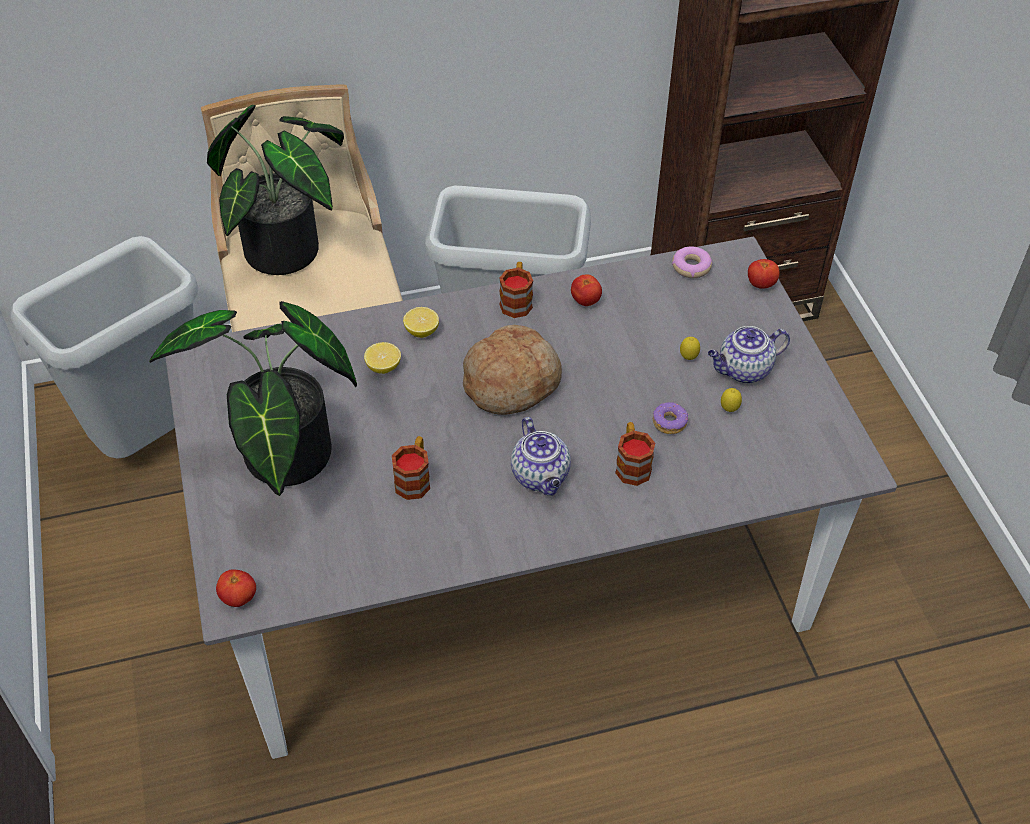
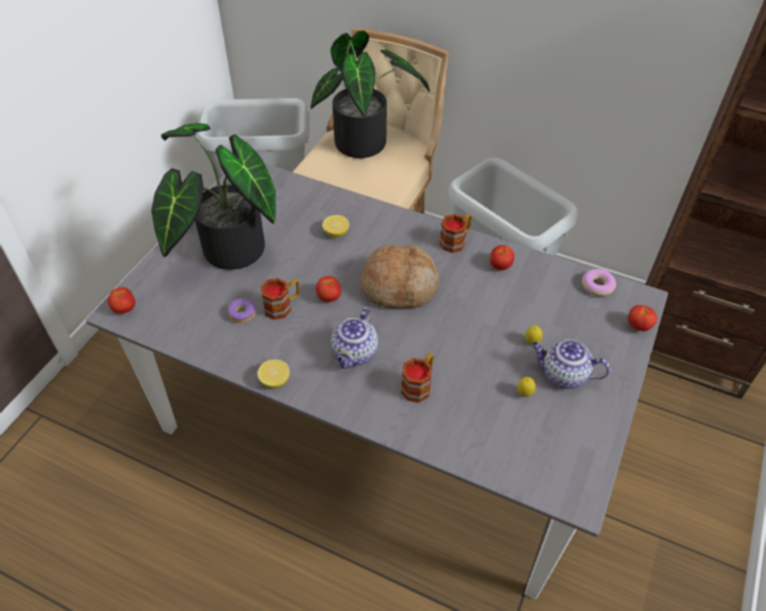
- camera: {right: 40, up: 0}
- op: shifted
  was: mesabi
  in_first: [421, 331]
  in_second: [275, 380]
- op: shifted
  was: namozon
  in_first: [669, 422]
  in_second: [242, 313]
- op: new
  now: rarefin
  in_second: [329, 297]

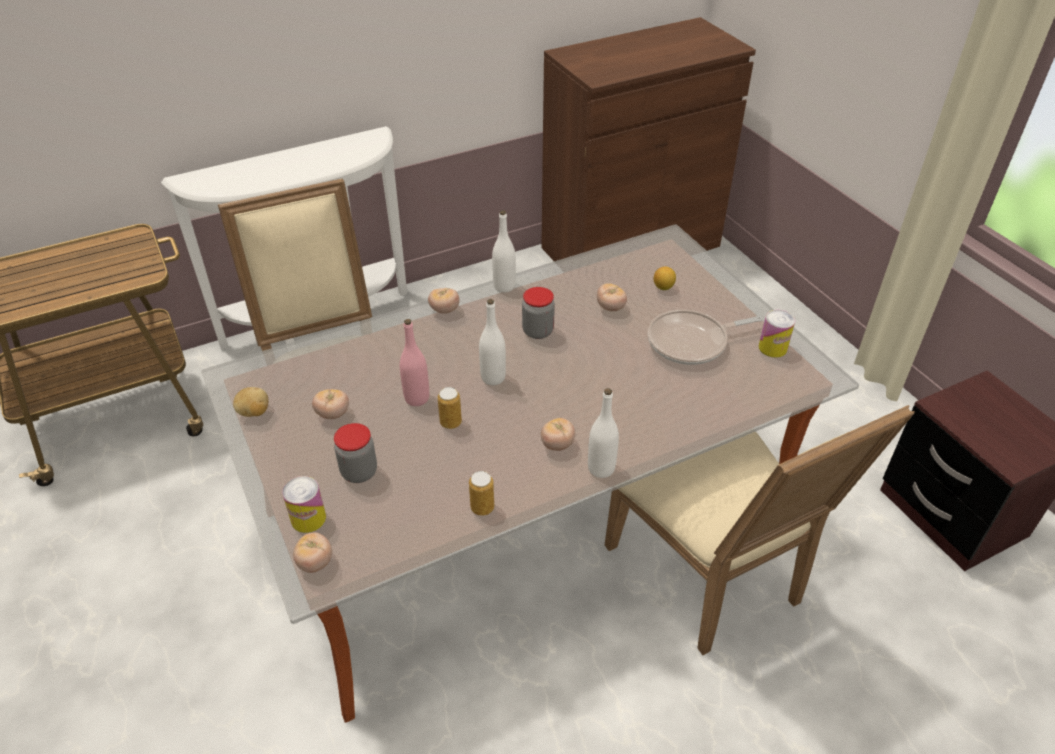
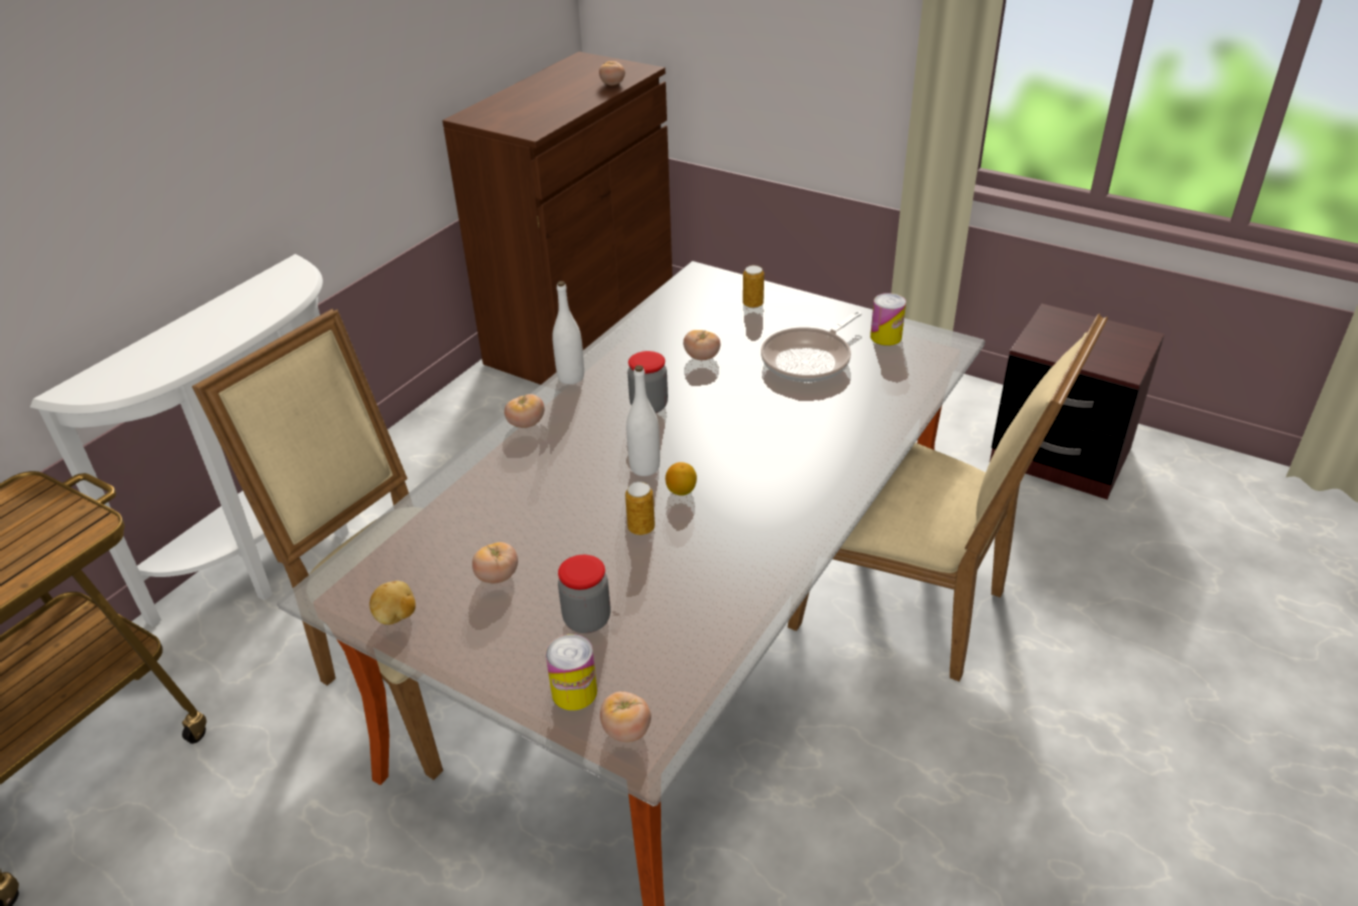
- camera: {right: -30, up: -5}
- op: gone
  was: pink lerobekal
  in_first: [417, 398]
- op: shifted
  was: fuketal
  in_first: [482, 507]
  in_second: [753, 304]
- op: shifted
  was: rarefin
  in_first: [557, 444]
  in_second: [612, 84]
- op: gone
  was: white lerobekal
  in_first: [601, 468]
- op: shifted
  was: mesabi
  in_first: [663, 287]
  in_second: [681, 491]

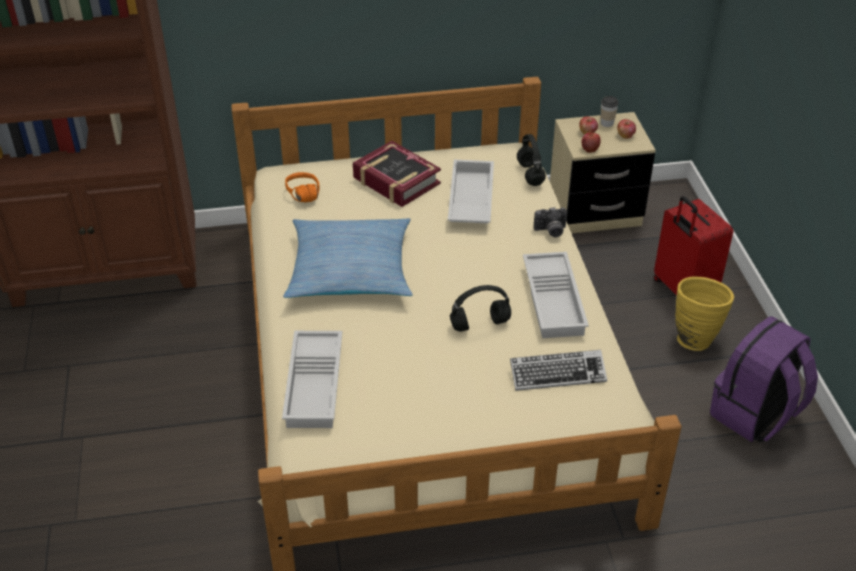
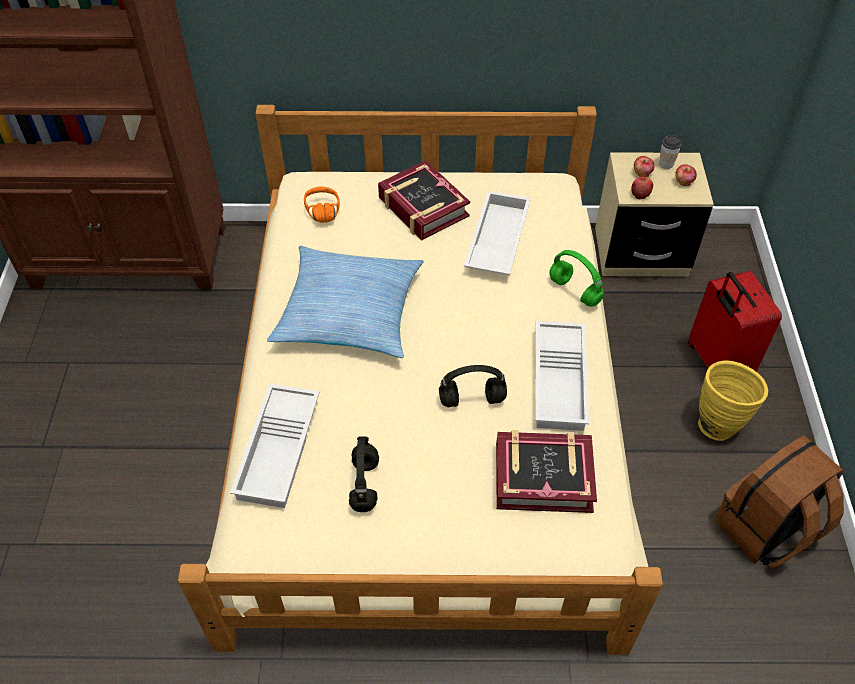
- camera: {right: 10, up: 10}
- op: swapped
  was: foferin
  now: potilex
  in_first: [557, 374]
  in_second: [543, 477]
- op: shifted
  was: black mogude
  in_first: [531, 175]
  in_second: [365, 485]
- op: swapped
  was: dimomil
  now: green mogude
  in_first: [551, 231]
  in_second: [575, 291]
- op: repainted
  was: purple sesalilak
  now: brown sesalilak
  in_first: [755, 415]
  in_second: [766, 529]

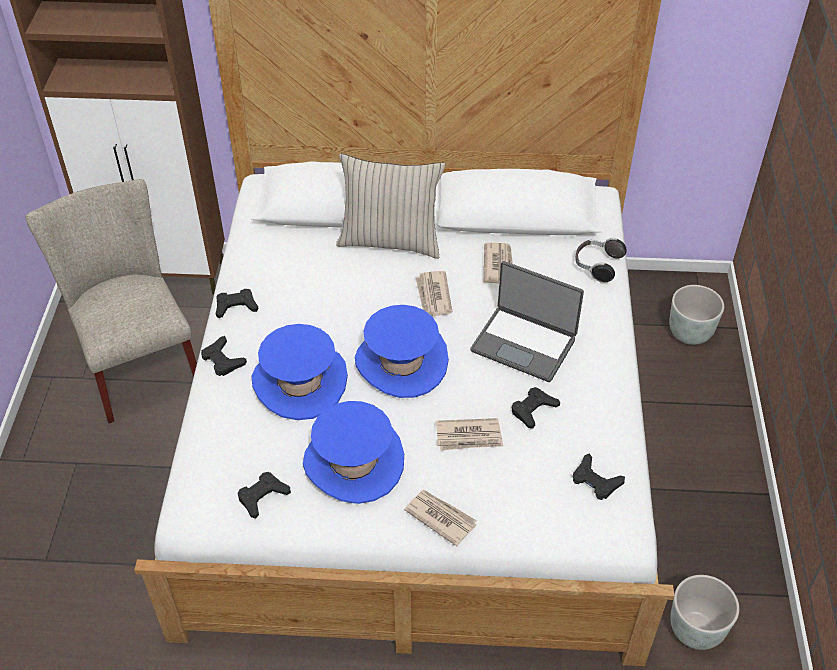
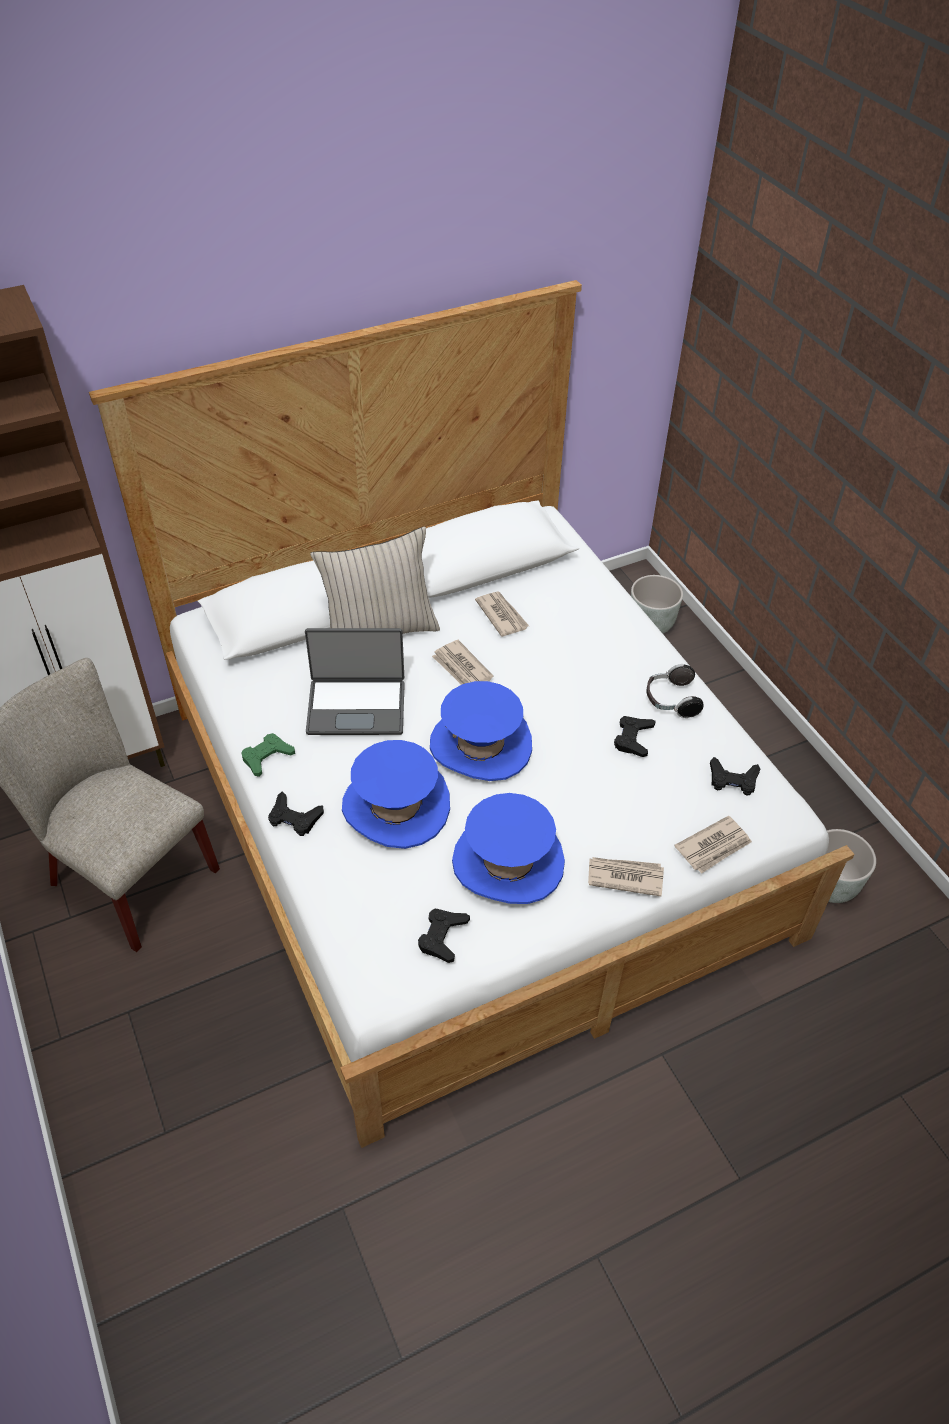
- camera: {right: -30, up: 0}
- op: repainted
  was: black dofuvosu
  now: green dofuvosu
  in_first: [236, 306]
  in_second: [267, 757]
- op: shifted
  was: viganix
  in_first: [469, 436]
  in_second: [714, 846]
- op: shifted
  was: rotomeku
  in_first: [524, 344]
  in_second: [356, 706]
- op: shifted
  was: mogude
  in_first: [597, 266]
  in_second: [671, 701]

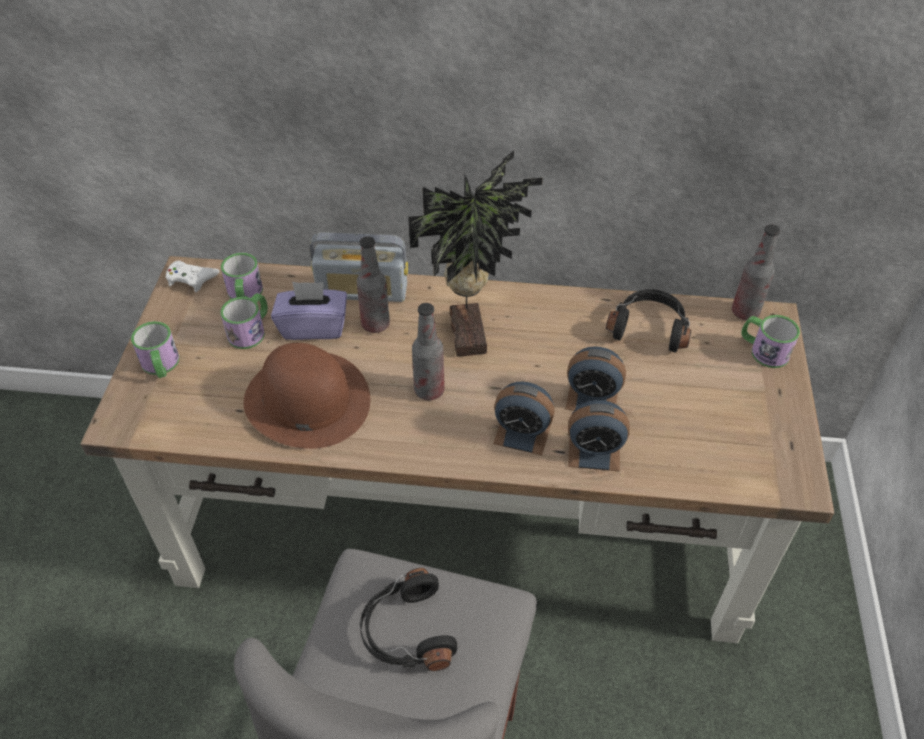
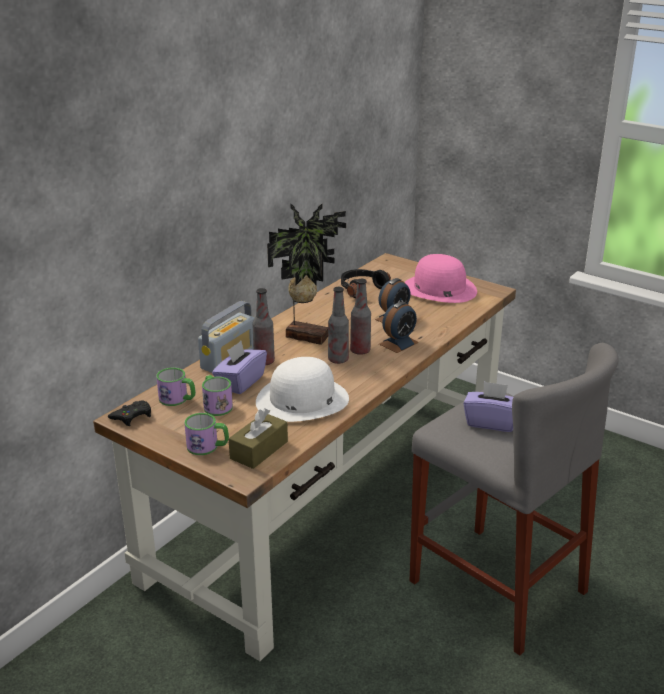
- camera: {right: -60, up: -20}
- op: repainted
  was: white dofuvosu
  now: black dofuvosu
  in_first: [191, 279]
  in_second: [132, 416]
- op: repainted
  was: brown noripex
  now: white noripex
  in_first: [306, 400]
  in_second: [302, 400]
- op: swapped
  was: black mogude
  now: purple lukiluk
  in_first: [406, 632]
  in_second: [491, 422]
- op: gone
  was: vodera
  in_first: [594, 452]
- op: shifted
  was: lerobekal
  in_first: [745, 312]
  in_second: [360, 351]
- op: gone
  was: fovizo
  in_first: [763, 350]
- op: new
  now: brown lukiluk
  in_second: [259, 450]
- op: new
  now: pink noripex
  in_second: [439, 289]

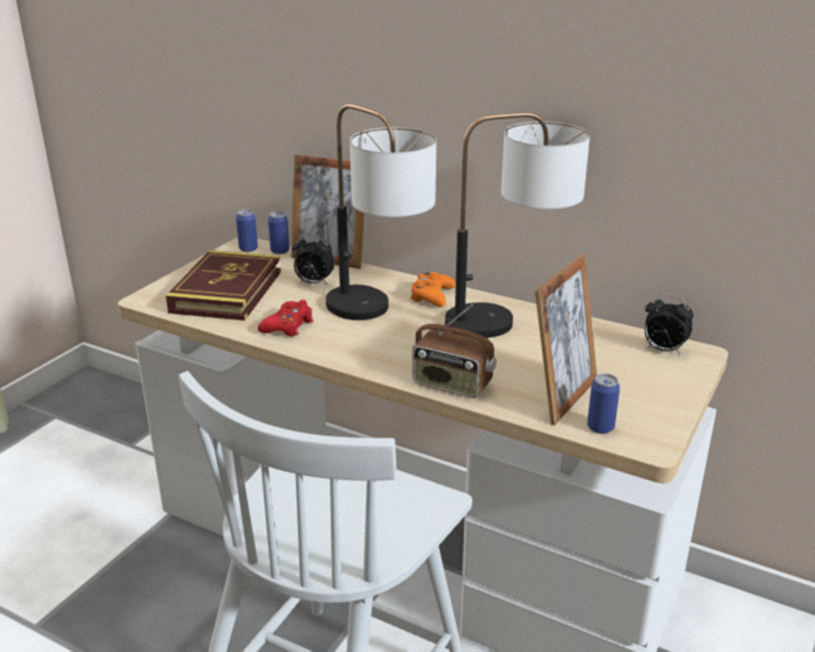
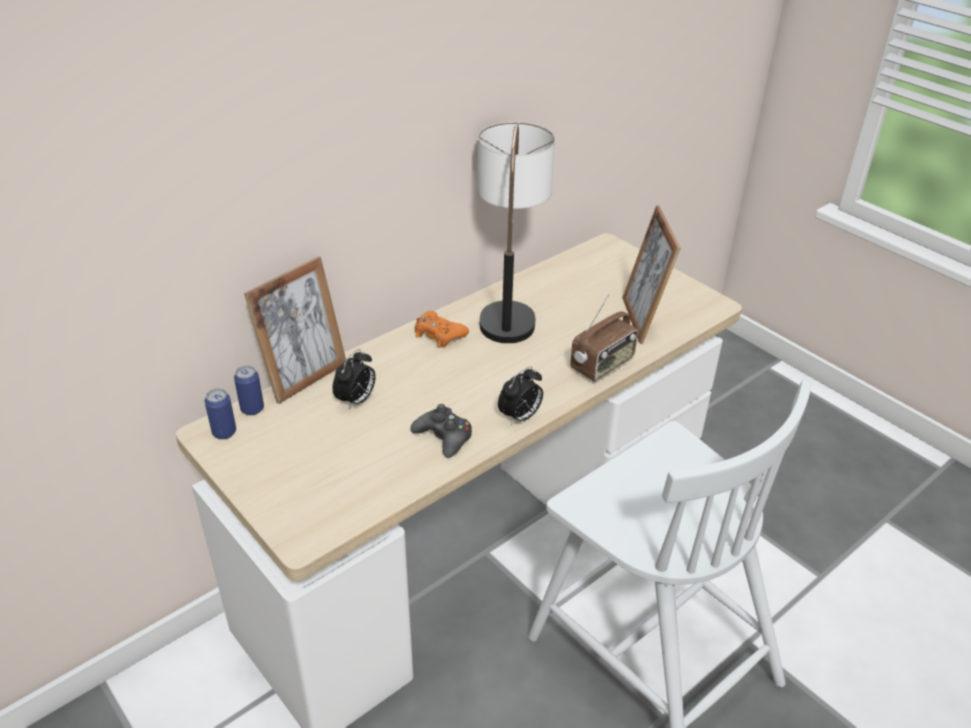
- camera: {right: -70, up: 10}
- op: gone
  was: potilex
  in_first: [227, 291]
- op: repainted
  was: red dofuvosu
  now: black dofuvosu
  in_first: [288, 326]
  in_second: [444, 437]
- op: gone
  was: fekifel
  in_first: [378, 317]
- op: rotated
  was: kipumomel
  in_first: [562, 397]
  in_second: [642, 319]
  clockwise: -150
- op: gone
  was: fuketal
  in_first: [600, 427]
- op: shifted
  was: vodera
  in_first: [663, 350]
  in_second: [520, 417]

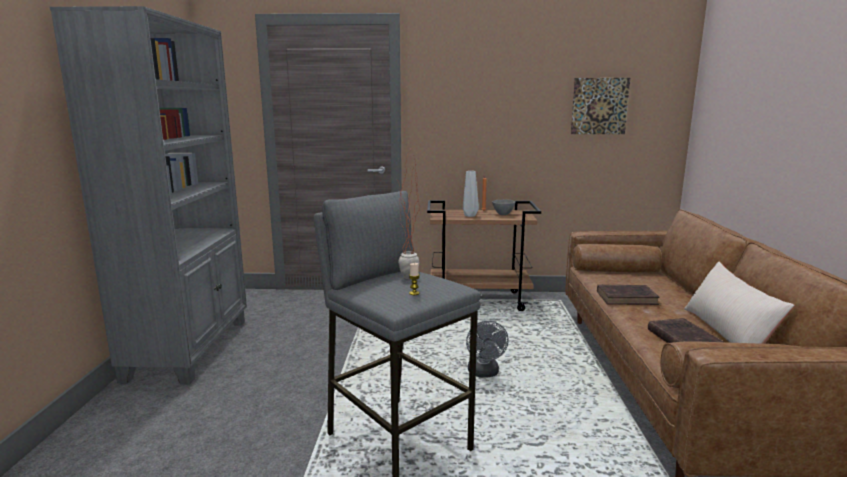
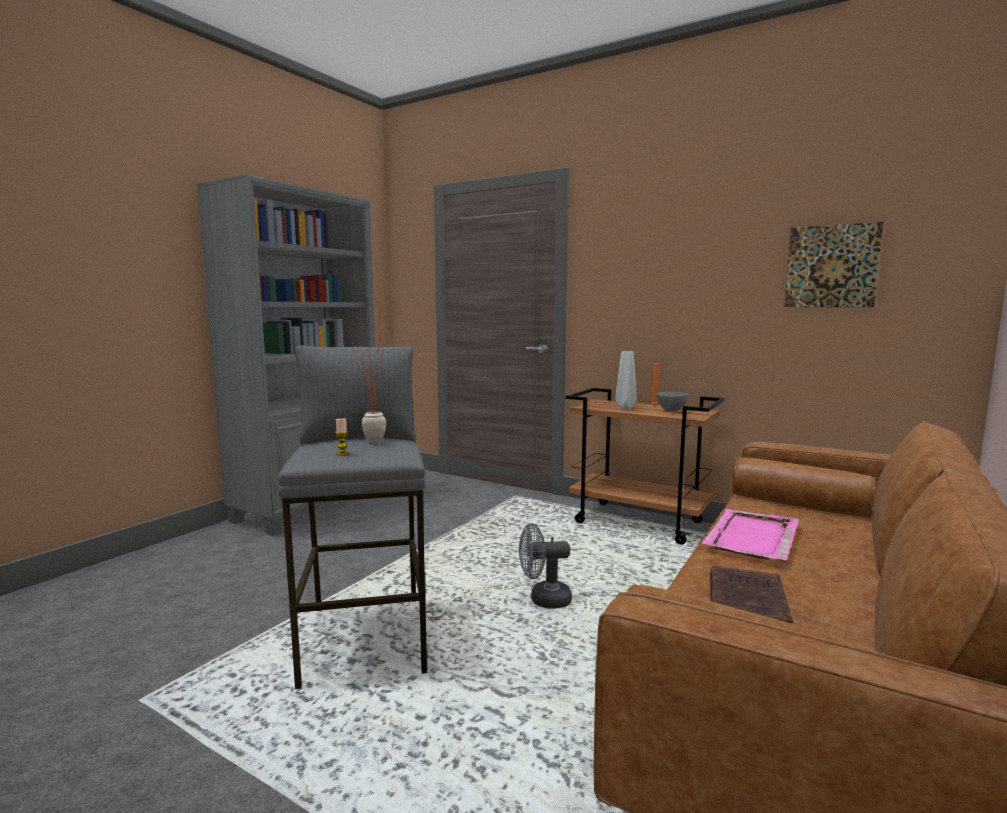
- camera: {right: 30, up: -5}
- op: rotated
  was: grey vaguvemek
  in_first: [484, 373]
  in_second: [543, 600]
  clockwise: 60
- op: swapped
  was: brown potilex
  now: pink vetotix
  in_first: [628, 298]
  in_second: [751, 538]
- op: gone
  was: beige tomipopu
  in_first: [727, 333]

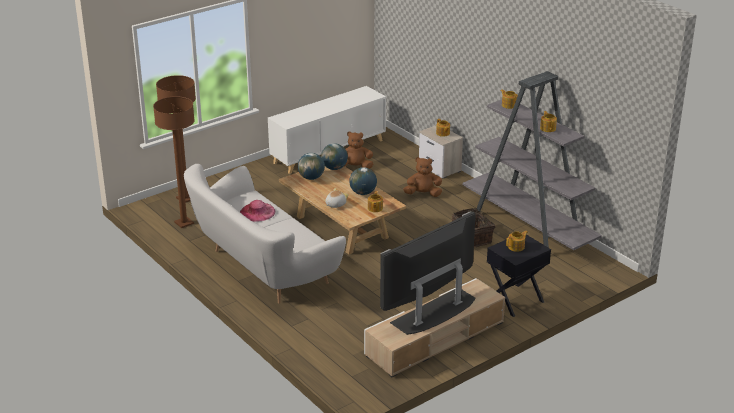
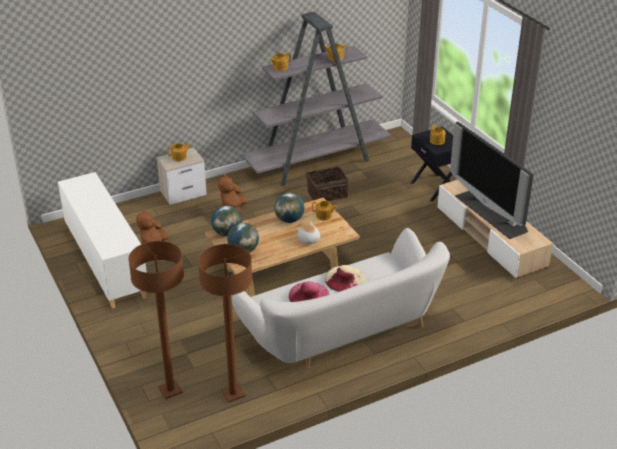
- camera: {right: -80, up: 5}
- op: new
  now: beige noripex
  in_second: [344, 279]

